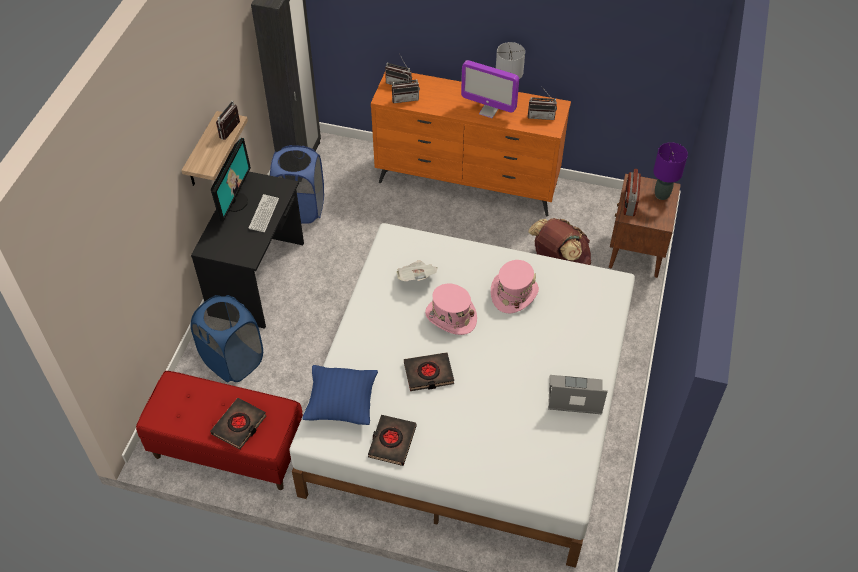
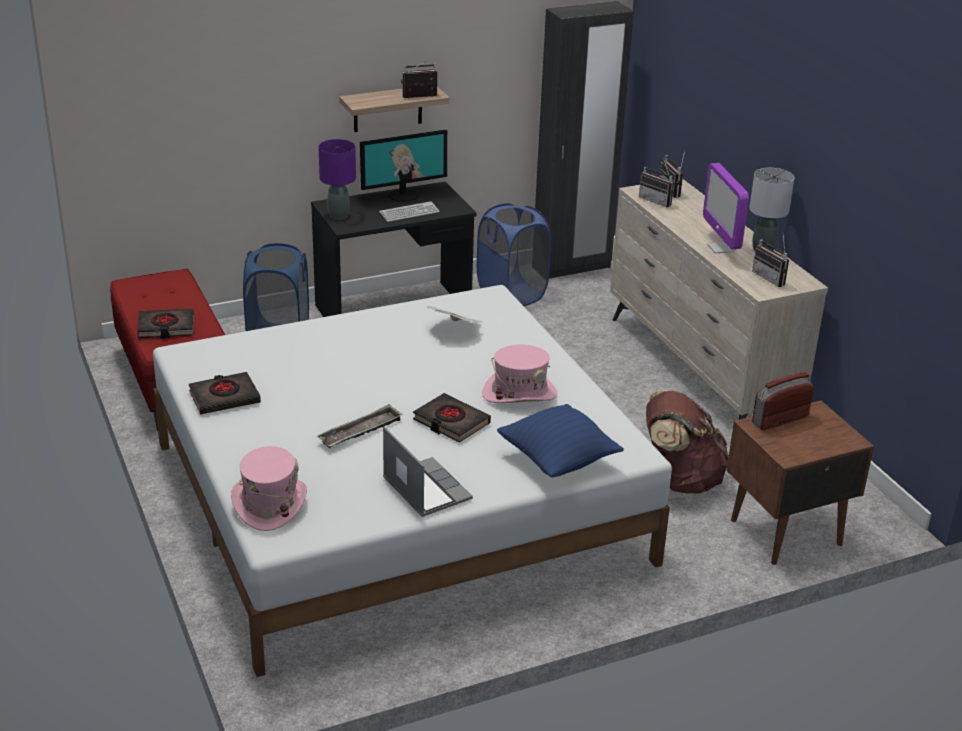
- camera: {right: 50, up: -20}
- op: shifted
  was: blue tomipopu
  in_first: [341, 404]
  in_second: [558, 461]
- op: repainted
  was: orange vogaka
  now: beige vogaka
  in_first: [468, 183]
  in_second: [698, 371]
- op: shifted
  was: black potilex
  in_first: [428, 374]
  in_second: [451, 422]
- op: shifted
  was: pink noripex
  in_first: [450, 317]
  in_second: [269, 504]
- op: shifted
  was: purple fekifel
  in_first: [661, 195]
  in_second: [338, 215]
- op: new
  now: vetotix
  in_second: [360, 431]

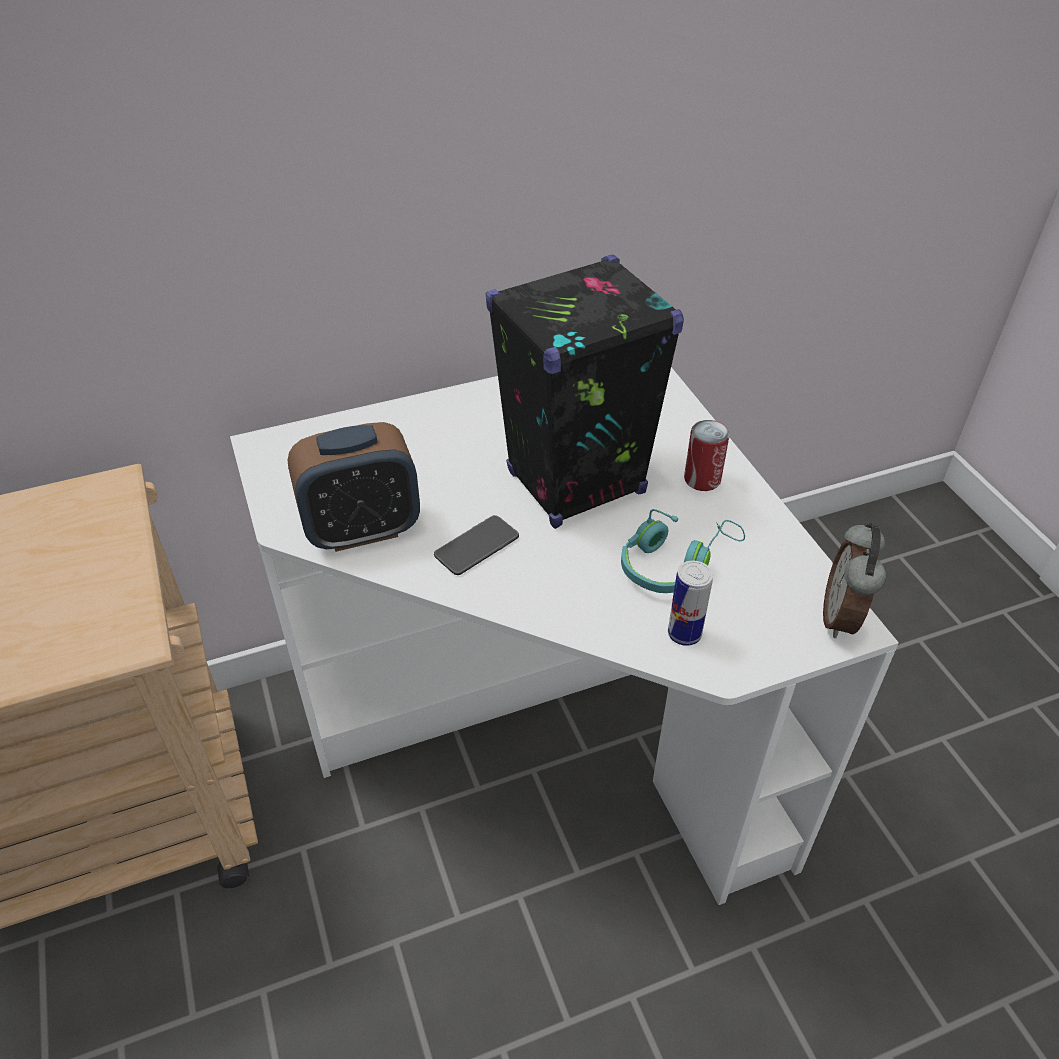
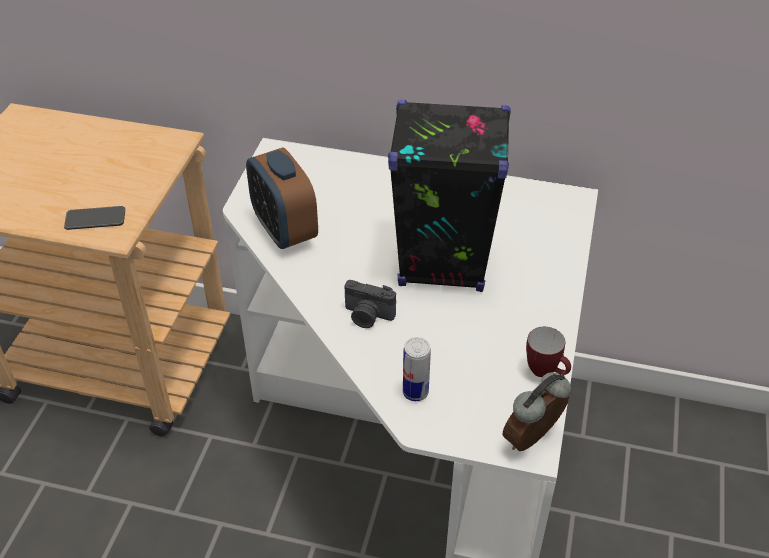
- camera: {right: 35, up: 0}
- op: rotated
  was: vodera
  in_first: [362, 530]
  in_second: [284, 230]
  clockwise: 45
- op: shifted
  was: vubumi
  in_first: [476, 546]
  in_second: [95, 219]
- op: gone
  was: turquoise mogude
  in_first: [674, 563]
- op: gone
  was: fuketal
  in_first: [702, 479]
- op: new
  now: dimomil
  in_second: [367, 316]
- op: new
  now: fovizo
  in_second: [546, 372]

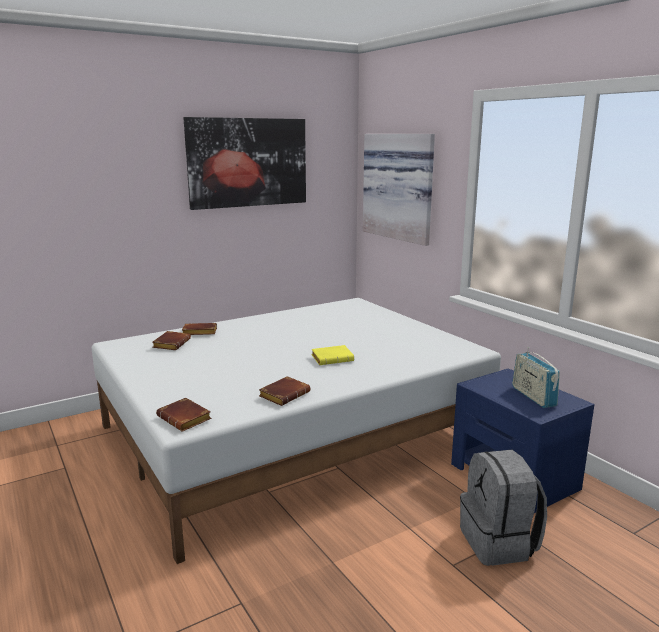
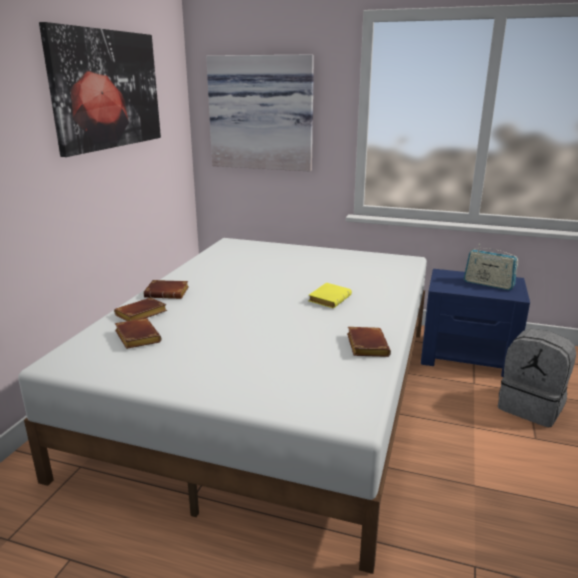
- camera: {right: -40, up: 5}
- op: shifted
  was: brown potilex
  in_first: [186, 419]
  in_second: [168, 293]

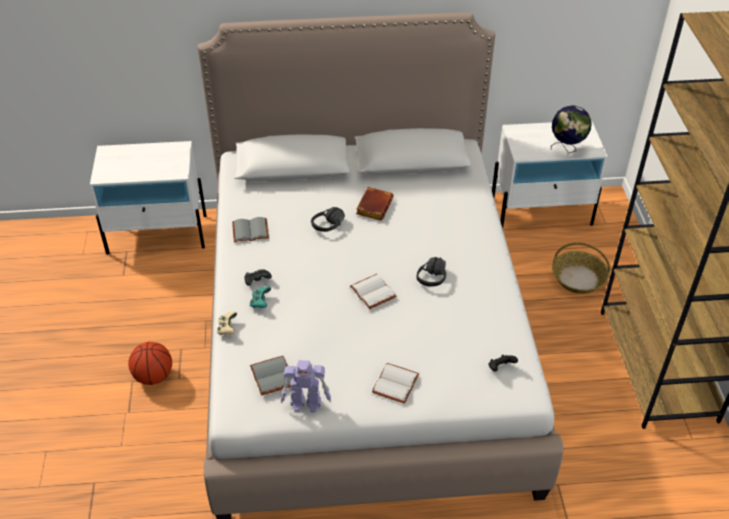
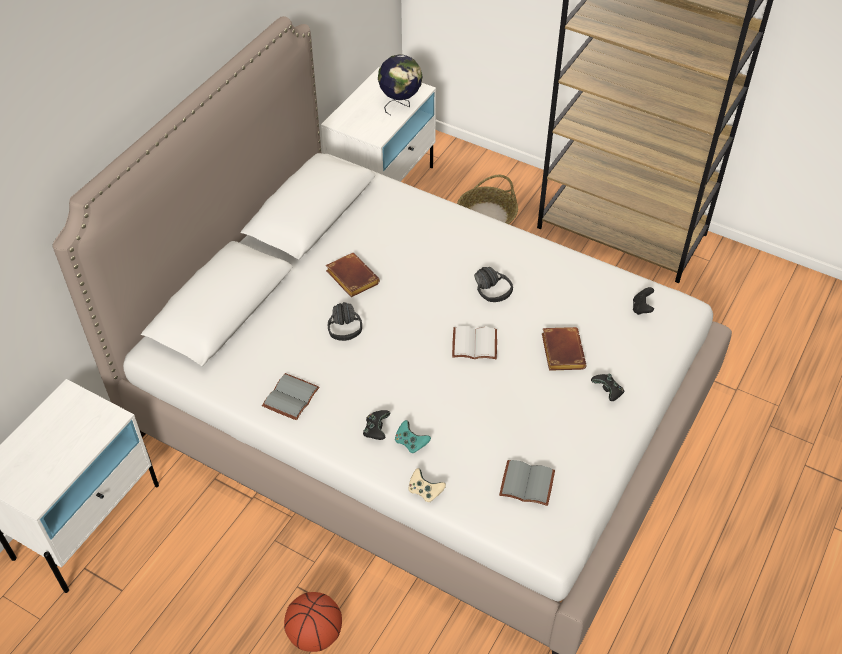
- camera: {right: -55, up: 5}
- op: gone
  was: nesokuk
  in_first: [306, 403]
- op: swapped
  was: white potilex
  now: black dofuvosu
  in_first: [396, 385]
  in_second: [608, 392]
- op: new
  now: brown potilex
  in_second: [561, 351]

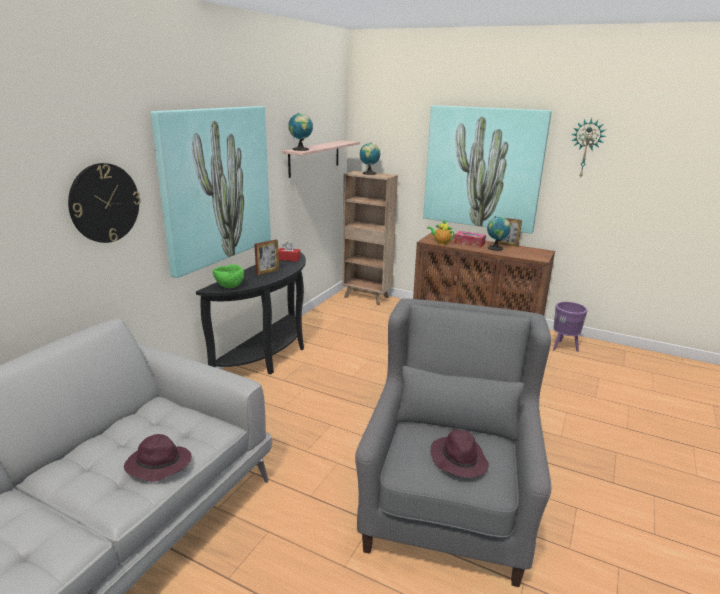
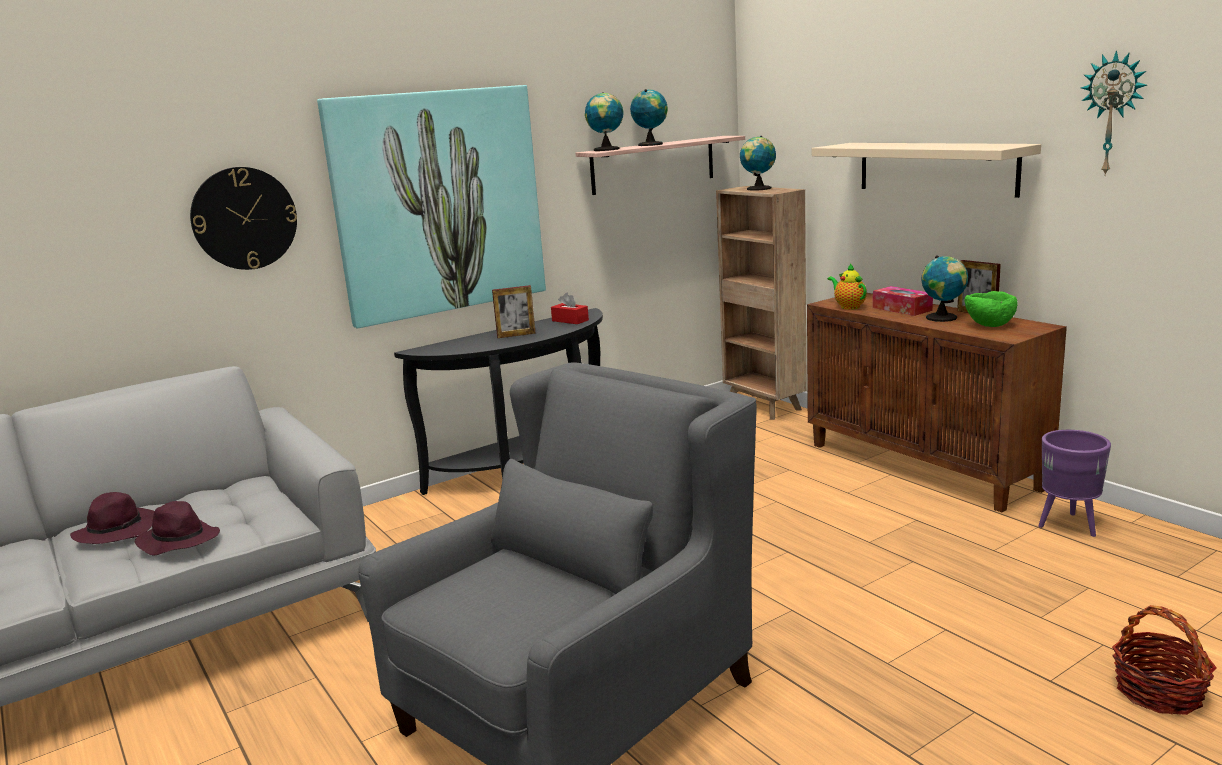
- camera: {right: 30, up: -5}
- op: shifted
  was: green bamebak
  in_first: [229, 286]
  in_second: [989, 325]
- op: swapped
  was: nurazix
  now: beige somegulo
  in_first: [483, 168]
  in_second: [935, 168]
- op: shifted
  was: purple noripex
  in_first: [458, 459]
  in_second: [117, 530]
- op: new
  now: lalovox
  in_second: [650, 144]
- op: new
  now: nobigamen
  in_second: [1159, 692]

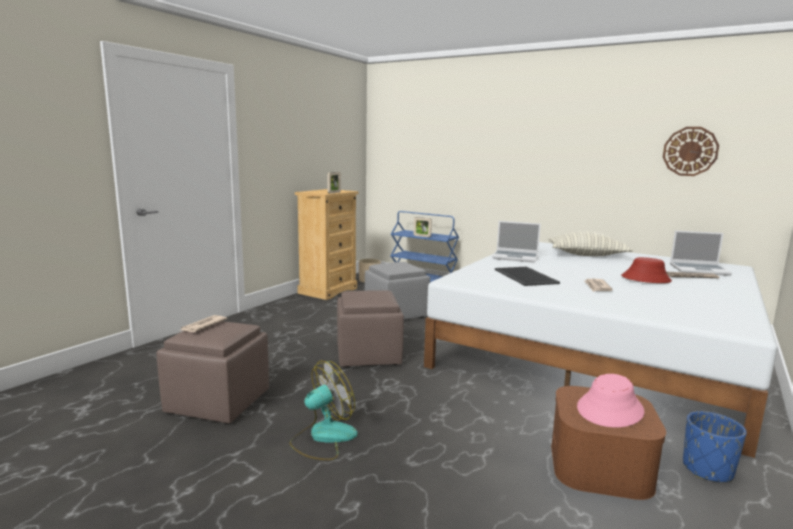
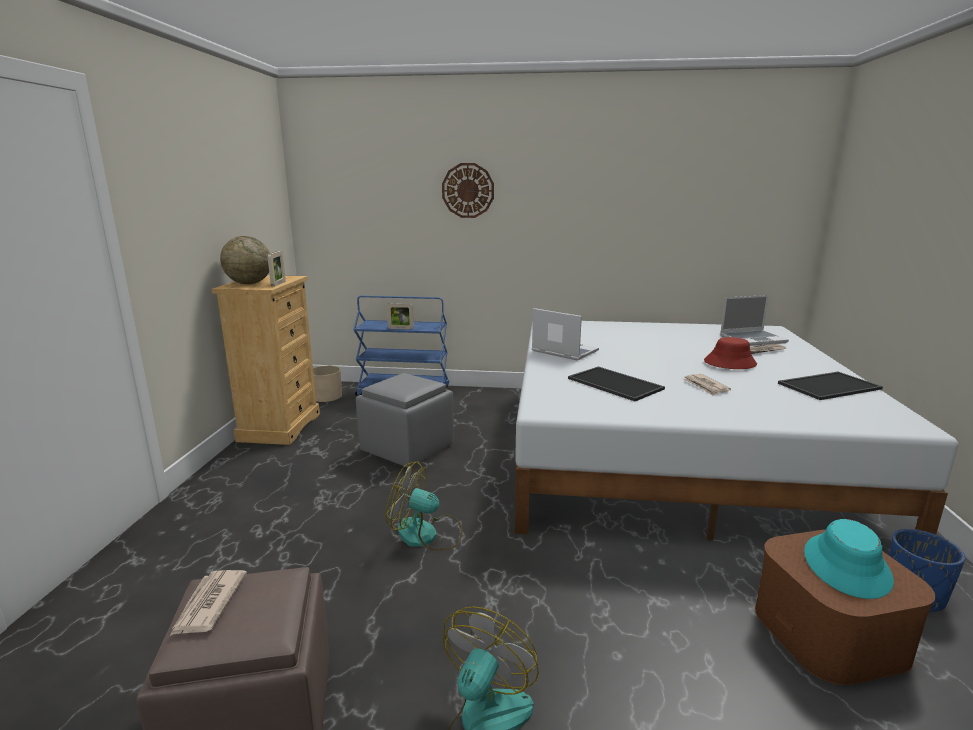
- camera: {right: -25, up: 5}
- op: swapped
  was: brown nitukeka
  now: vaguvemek
  in_first: [368, 355]
  in_second: [426, 535]
- op: rotated
  was: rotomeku
  in_first: [516, 257]
  in_second: [563, 351]
  clockwise: -135
- op: gone
  was: tomipopu
  in_first: [587, 255]
- op: repainted
  was: pink noripex
  now: turquoise noripex
  in_first: [610, 409]
  in_second: [847, 566]
- op: shifted
  was: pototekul
  in_first: [690, 151]
  in_second: [468, 190]
- op: new
  now: lalovox
  in_second: [249, 283]
- op: new
  now: vetotix
  in_second: [828, 385]

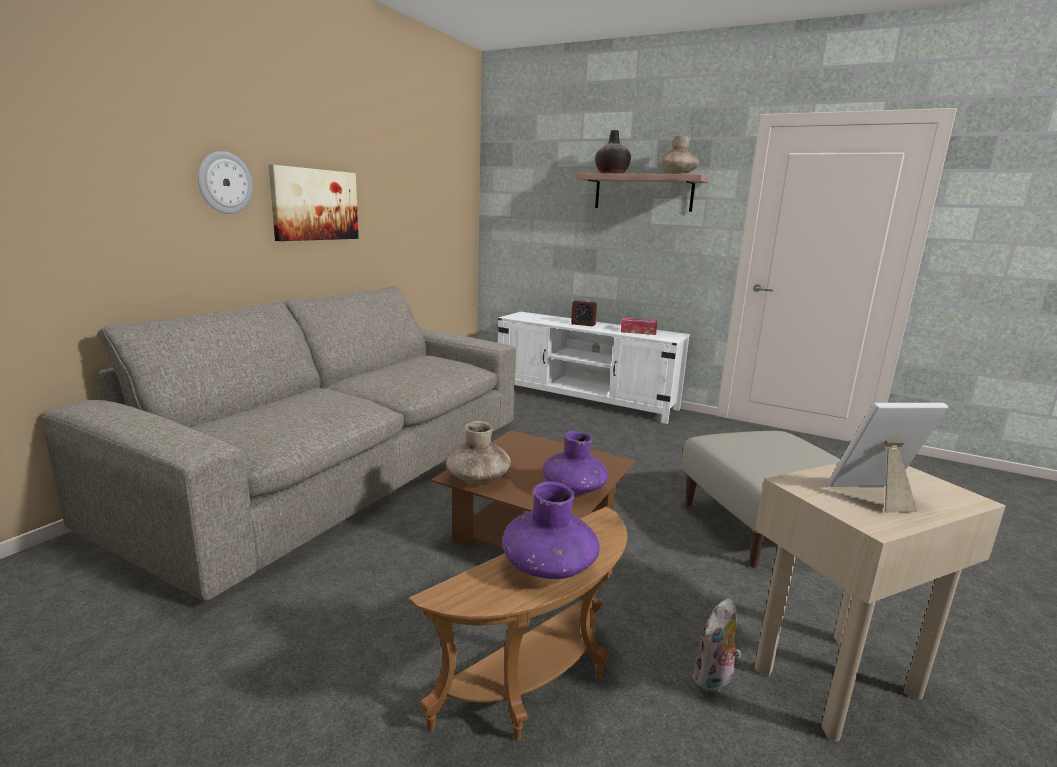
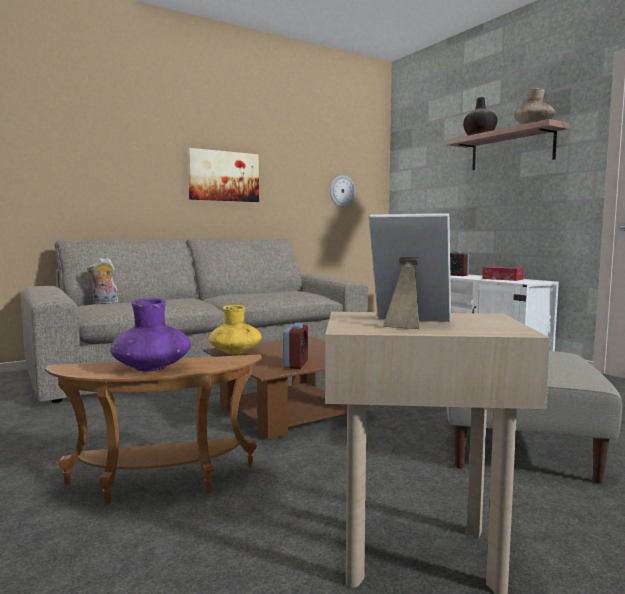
- camera: {right: 30, up: -10}
- op: shifted
  was: pototekul
  in_first: [225, 183]
  in_second: [342, 191]
- op: repainted
  was: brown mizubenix
  now: yellow mizubenix
  in_first: [478, 478]
  in_second: [235, 352]
- op: swapped
  was: purple mizubenix
  now: vodera
  in_first: [574, 488]
  in_second: [295, 364]
- op: shifted
  was: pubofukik
  in_first: [714, 681]
  in_second: [104, 303]

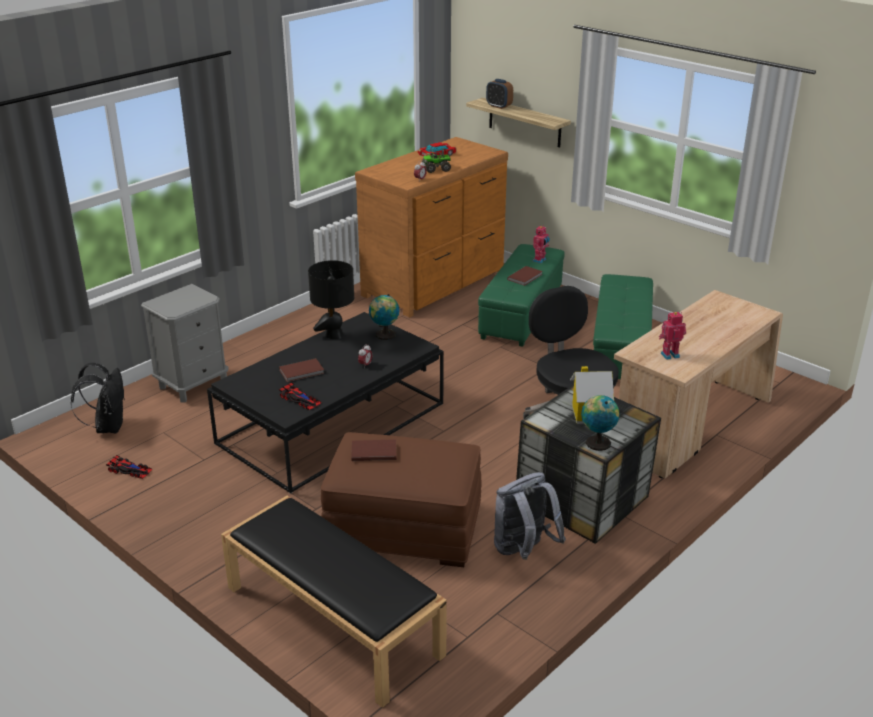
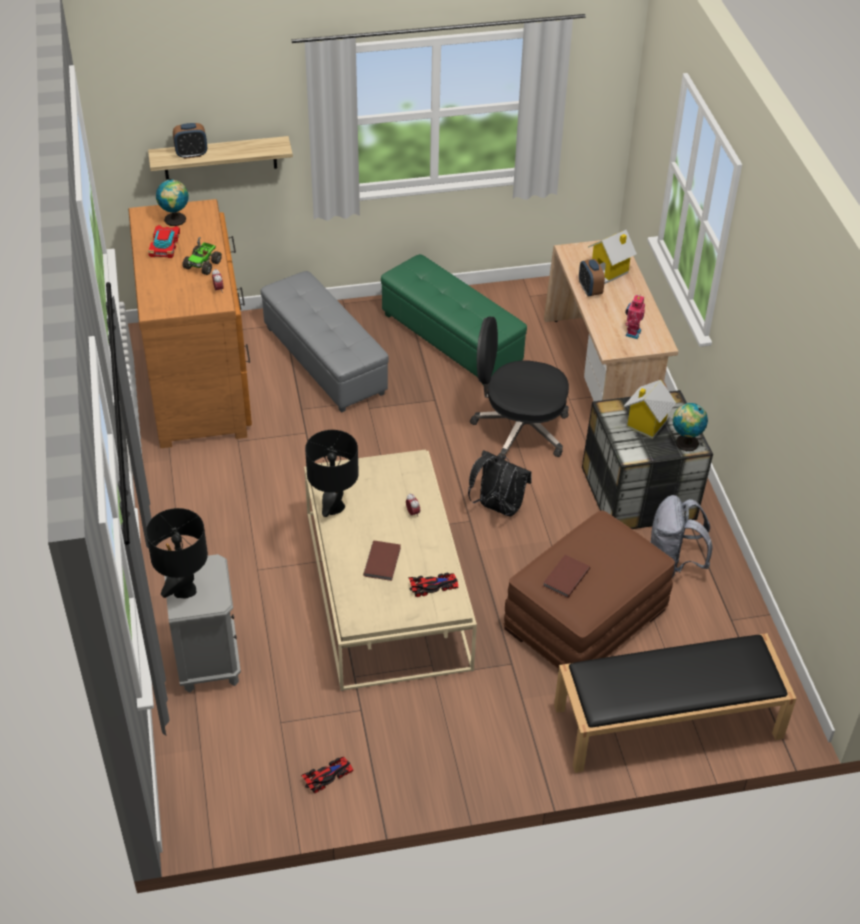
- camera: {right: -55, up: 15}
- op: shifted
  was: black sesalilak
  in_first: [108, 426]
  in_second: [497, 508]
- op: repainted
  was: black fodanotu
  now: beige fodanotu
  in_first: [332, 423]
  in_second: [386, 588]
- op: shifted
  was: lalovox
  in_first: [384, 335]
  in_second: [175, 220]
- op: repainted
  was: green nitukeka
  now: grey nitukeka
  in_first: [520, 313]
  in_second: [323, 360]
- op: gone
  was: brown potilex
  in_first: [525, 277]
- op: gone
  was: nesokuk
  in_first: [540, 260]
- op: new
  now: black fekifel
  in_second: [184, 590]
- op: new
  now: vodera
  in_second: [590, 290]
- op: new
  now: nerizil
  in_second: [609, 271]

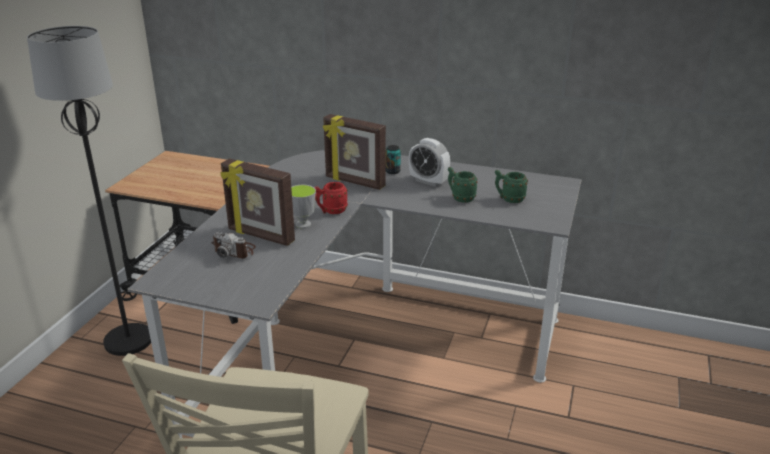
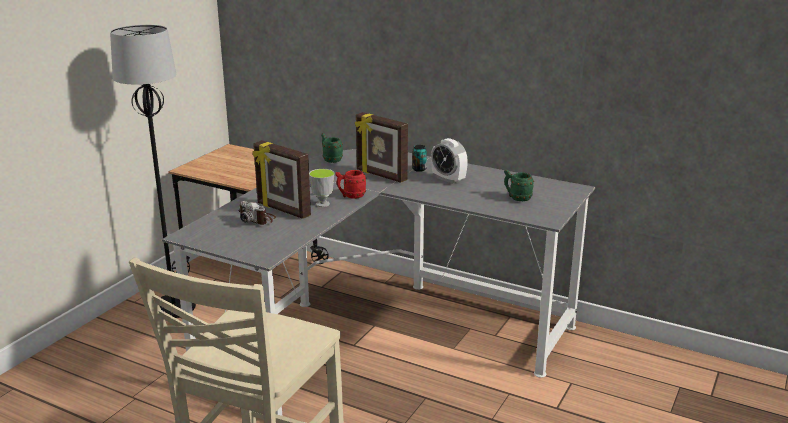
- camera: {right: 10, up: -5}
- op: shifted
  was: green fovizo
  in_first: [460, 198]
  in_second: [330, 159]

